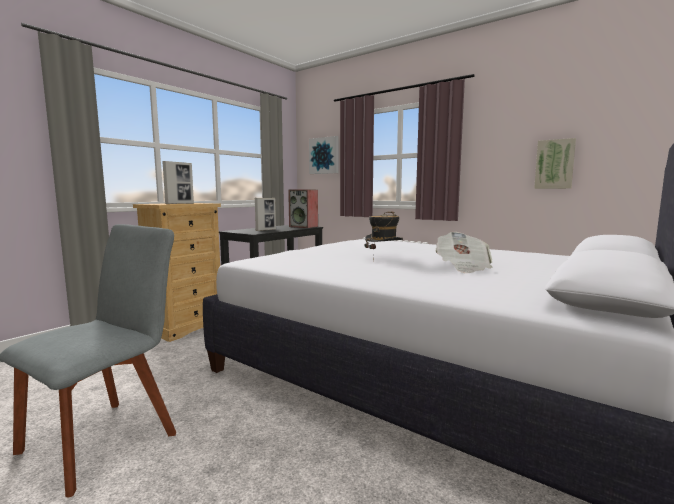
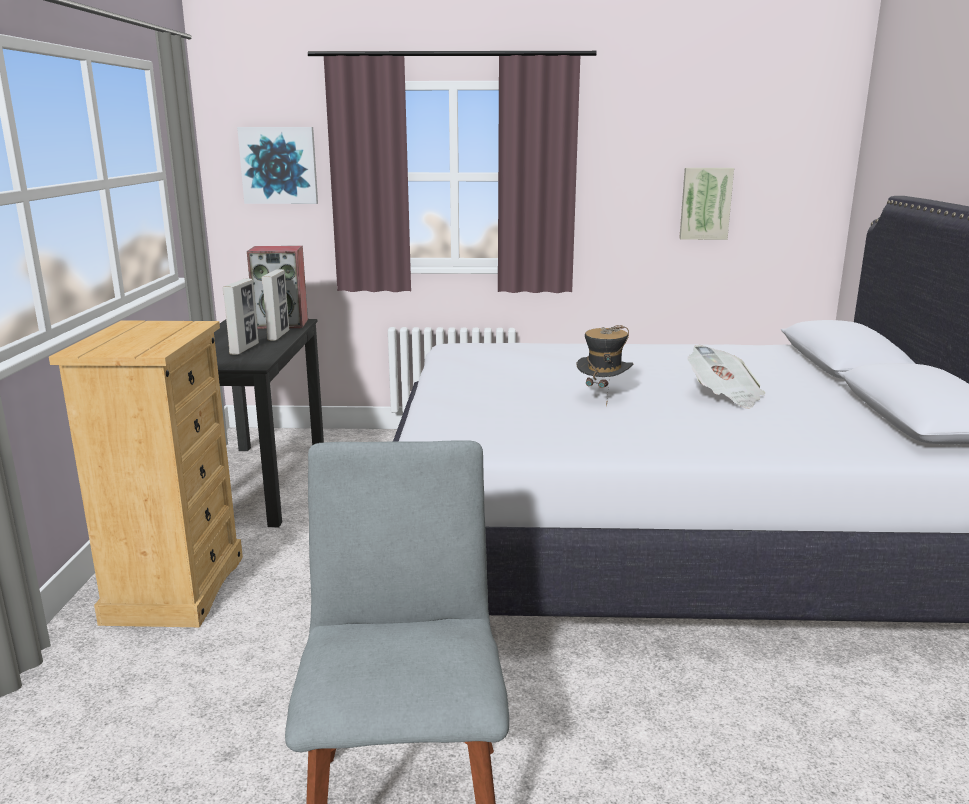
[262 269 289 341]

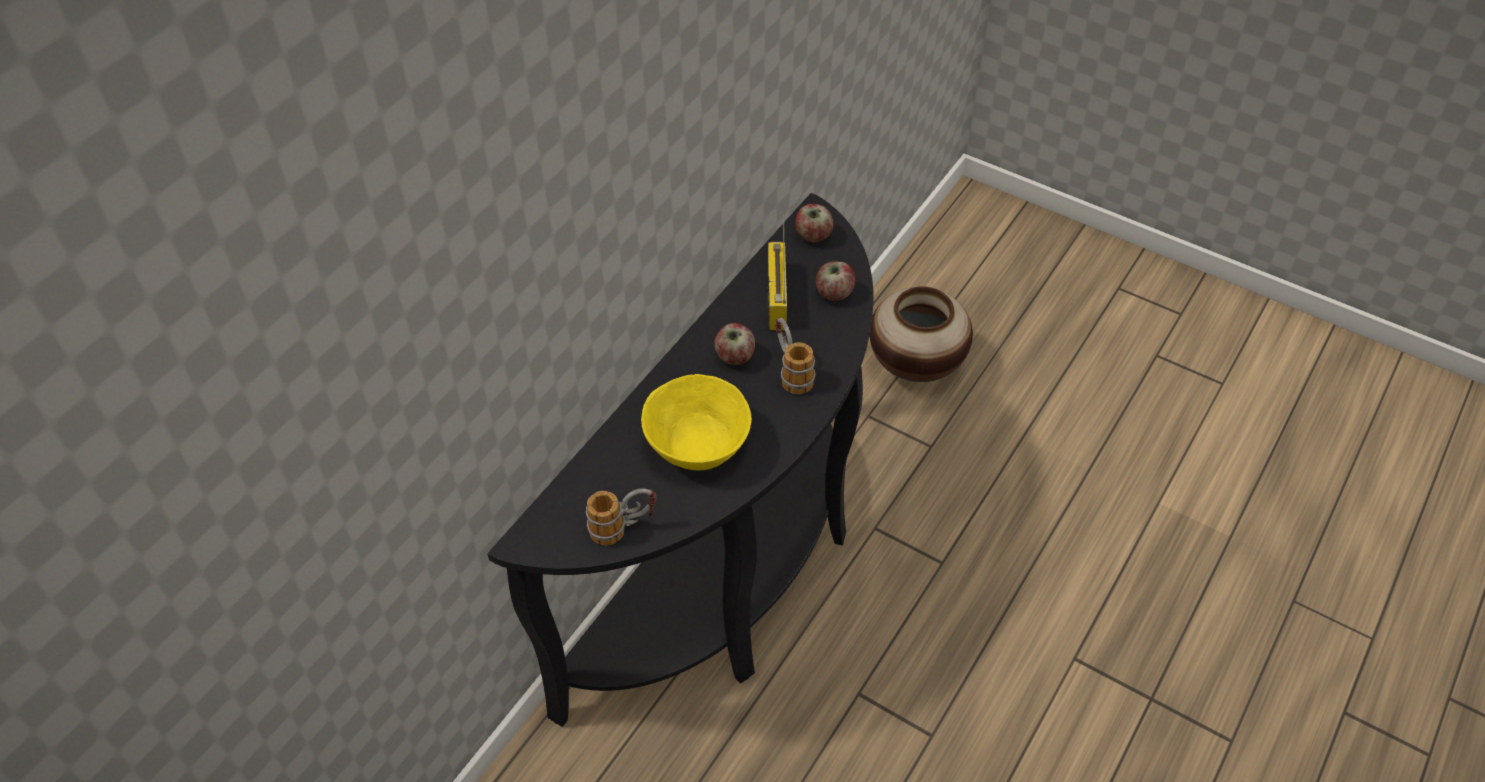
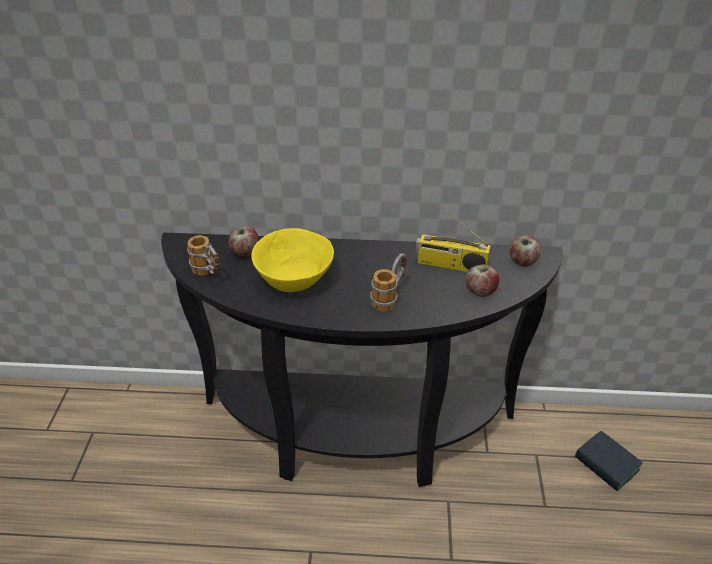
[228 227 259 257]
[415 202 490 272]
[575 431 643 491]

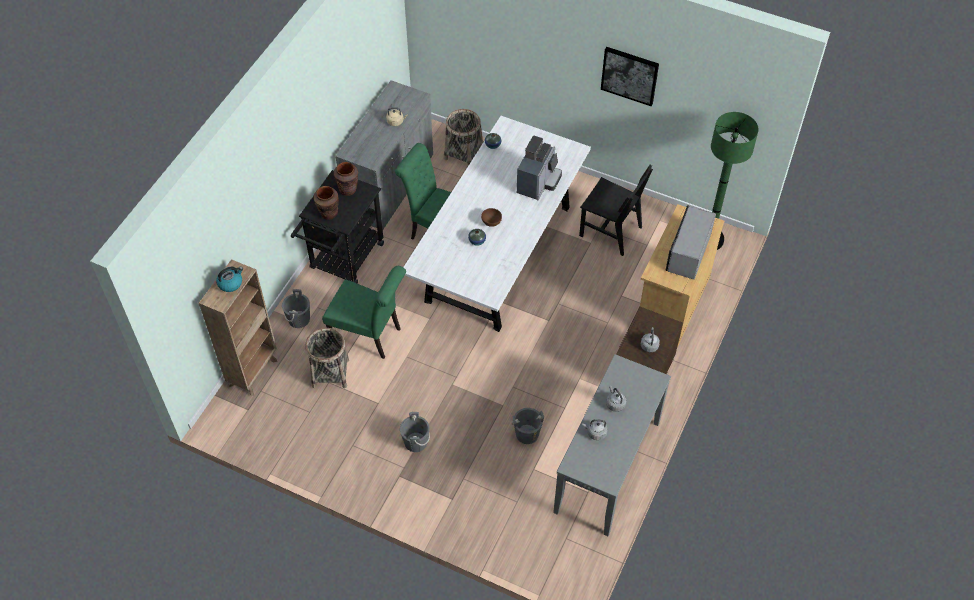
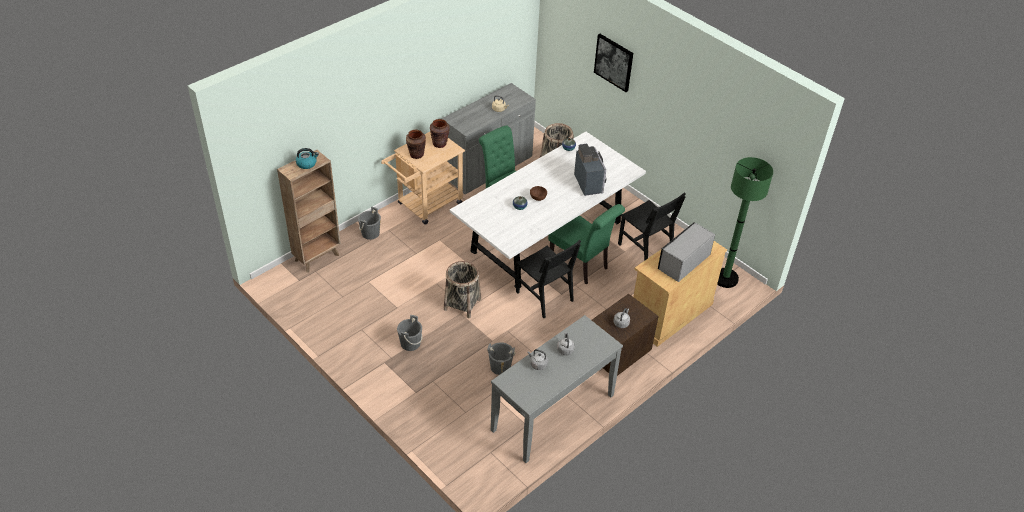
[381 132 465 224]
[444 261 481 318]
[516 240 581 318]
[548 204 625 285]
[574 144 606 196]
[594 34 633 92]

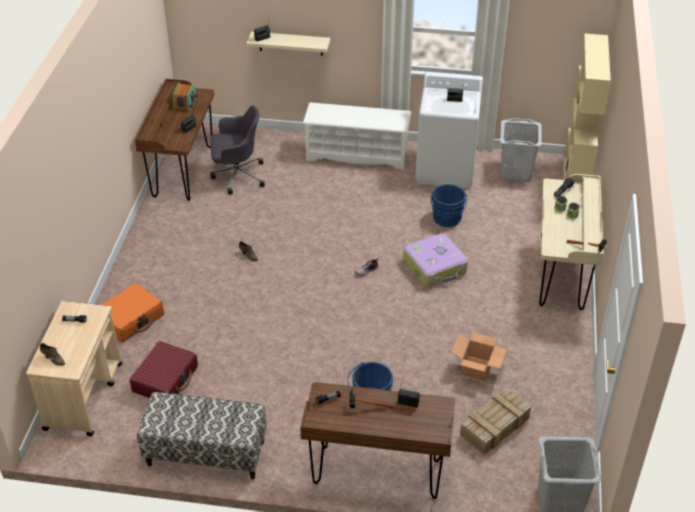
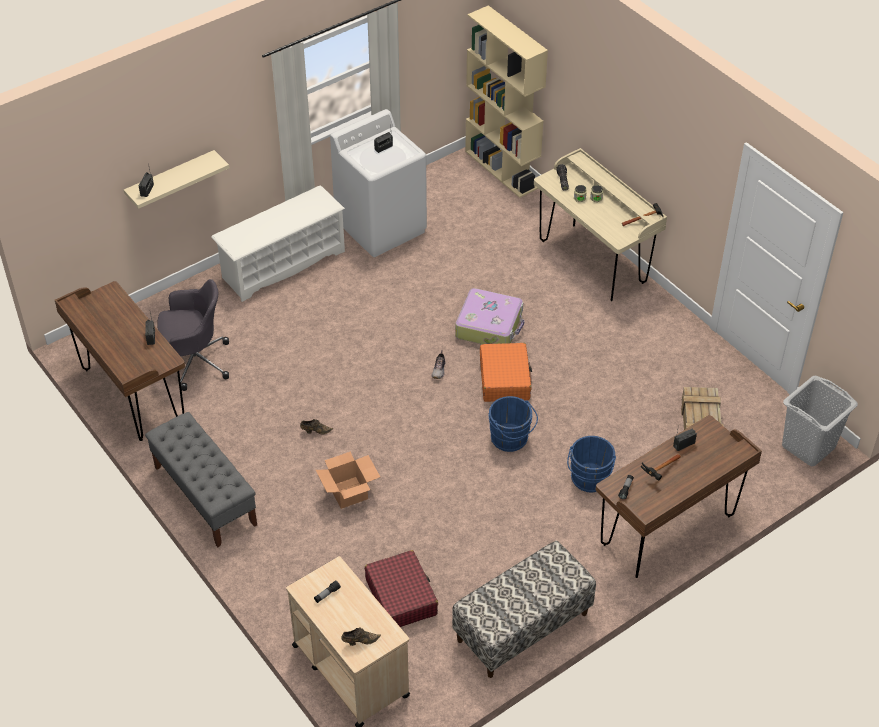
[145 412 257 548]
[158 279 229 391]
[316 451 380 509]
[480 343 532 402]
[488 396 538 452]
[173 82 198 111] (first image)
[500 118 542 182] (first image)

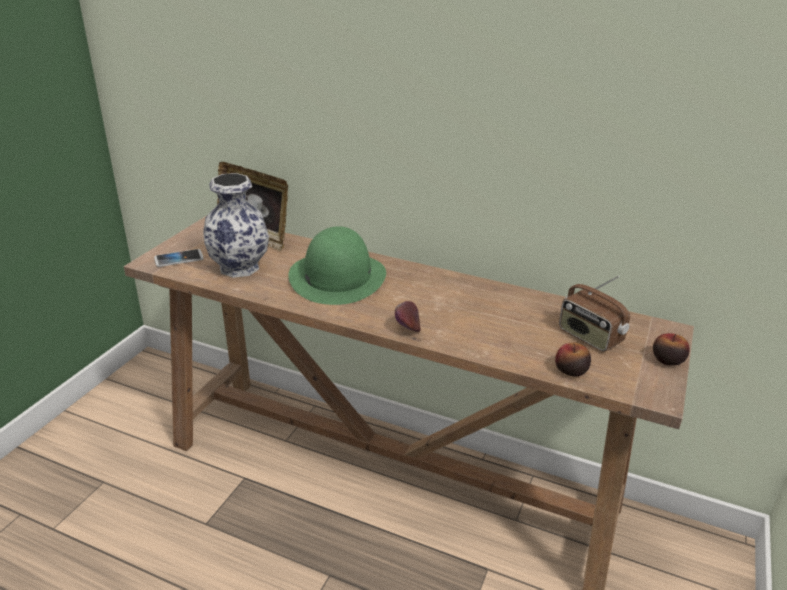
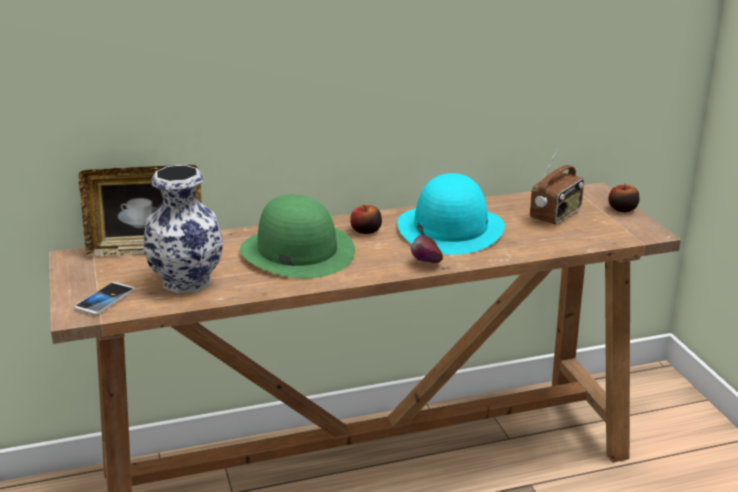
[350 205 382 234]
[398 173 505 254]
[530 147 584 224]

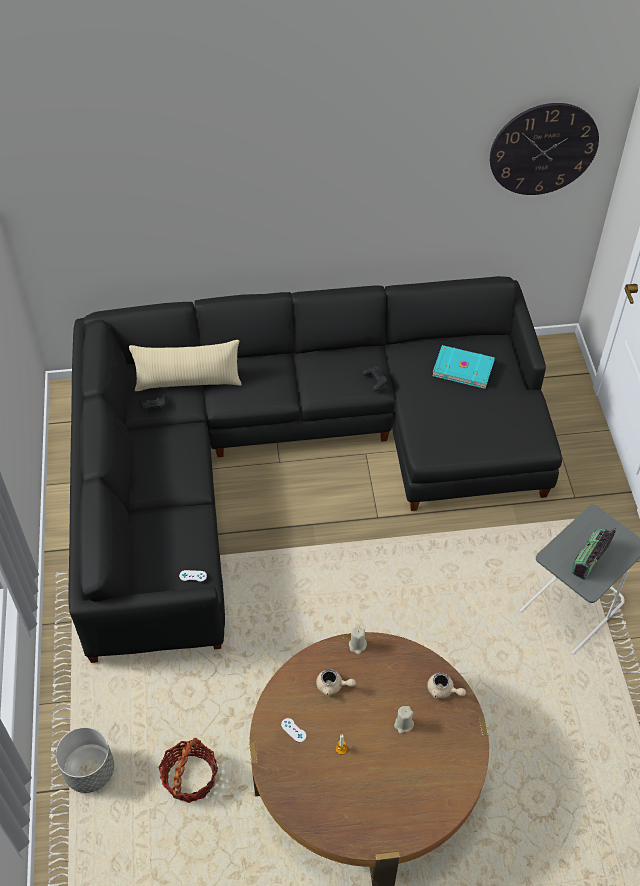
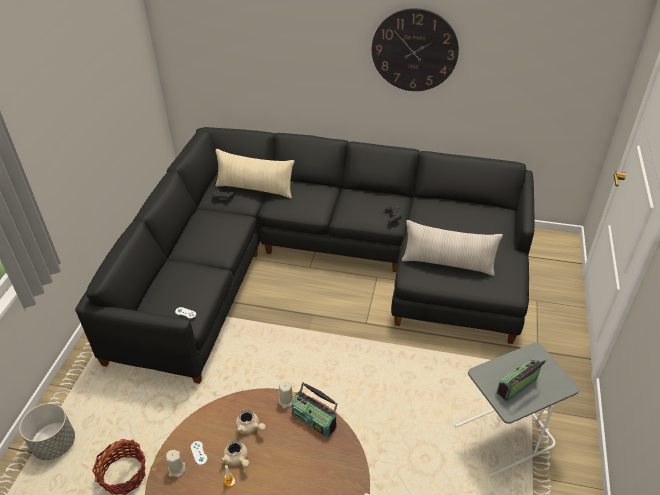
[166 450 186 477]
[220 441 249 467]
[292 382 338 437]
[372 8 459 91]
[402 220 503 276]
[432 345 495 389] (first image)

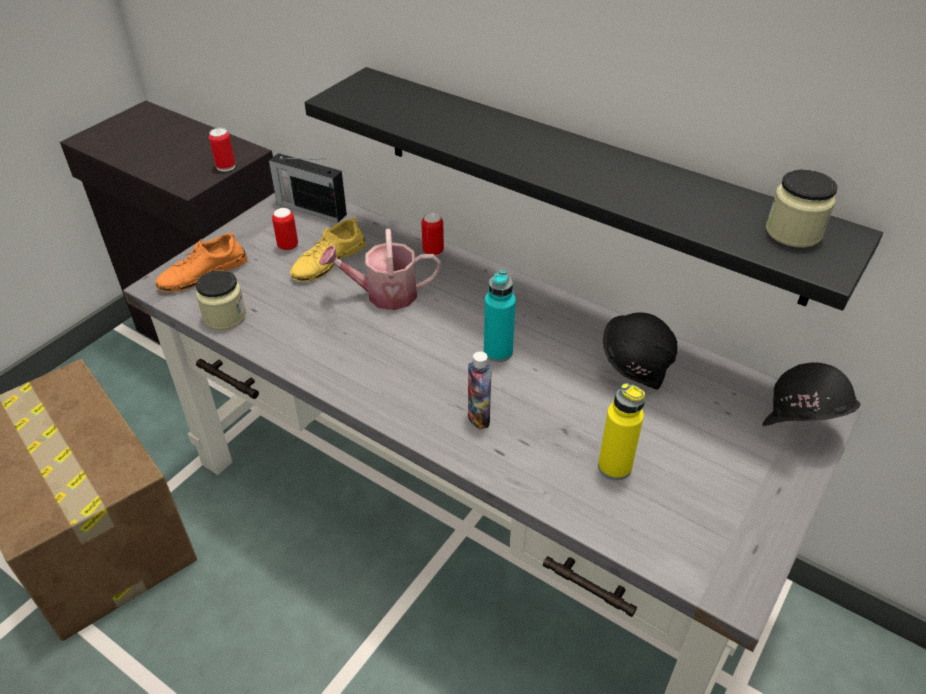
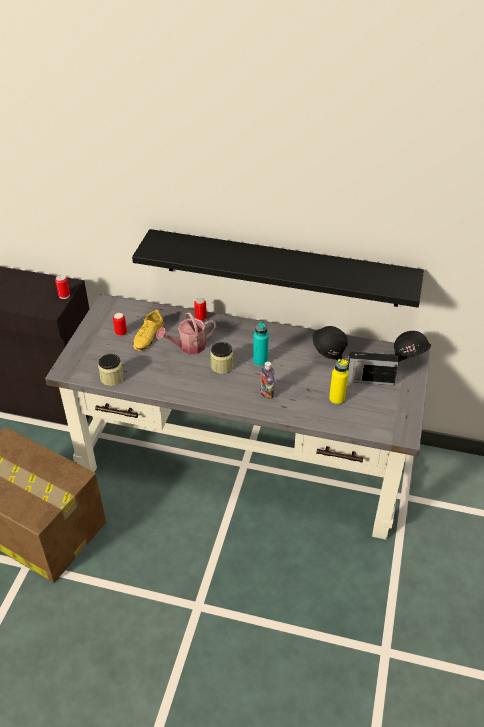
[210 342 233 374]
[347 351 399 385]
[156 232 247 292] (first image)

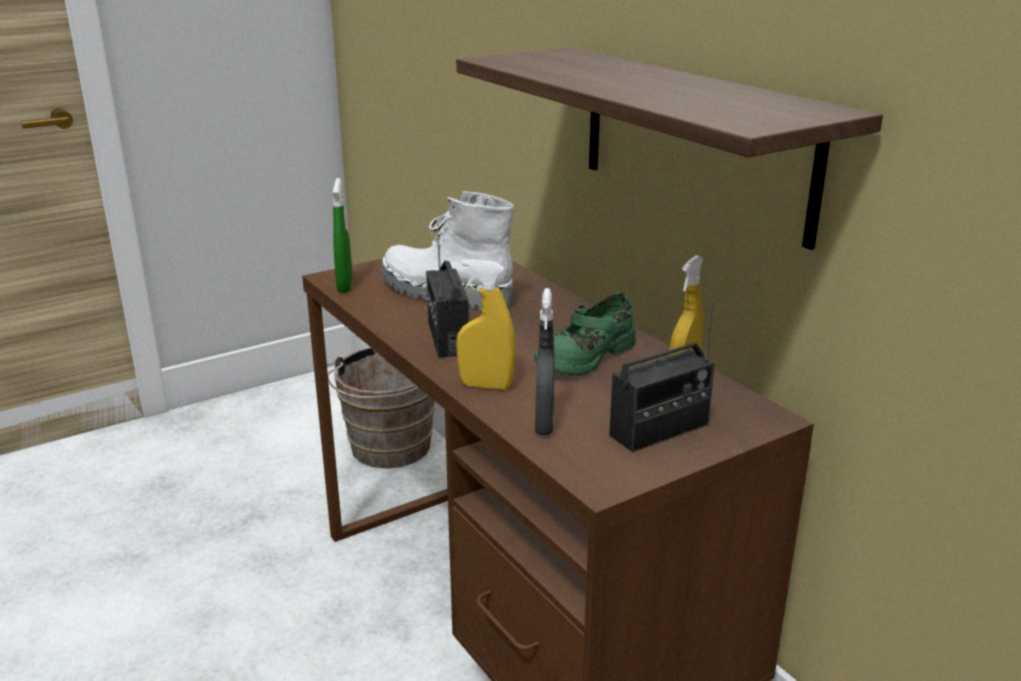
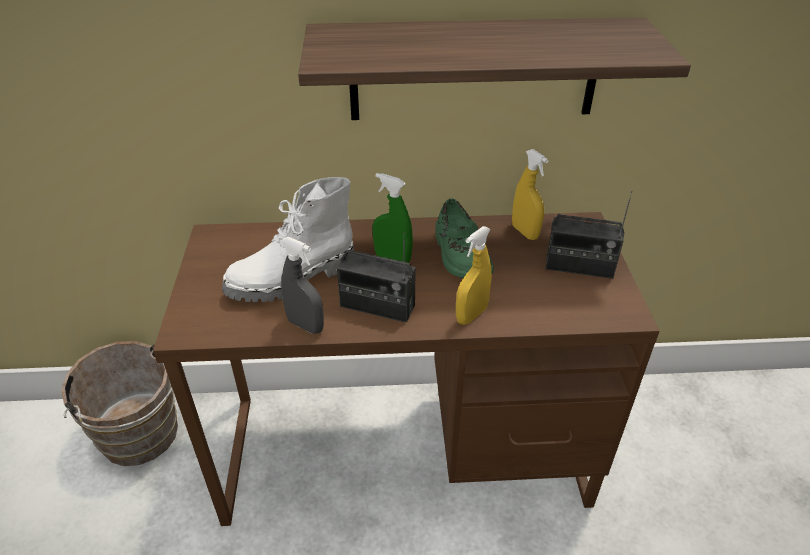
[281 237 324 334]
[372 173 413 263]
[546 191 632 279]

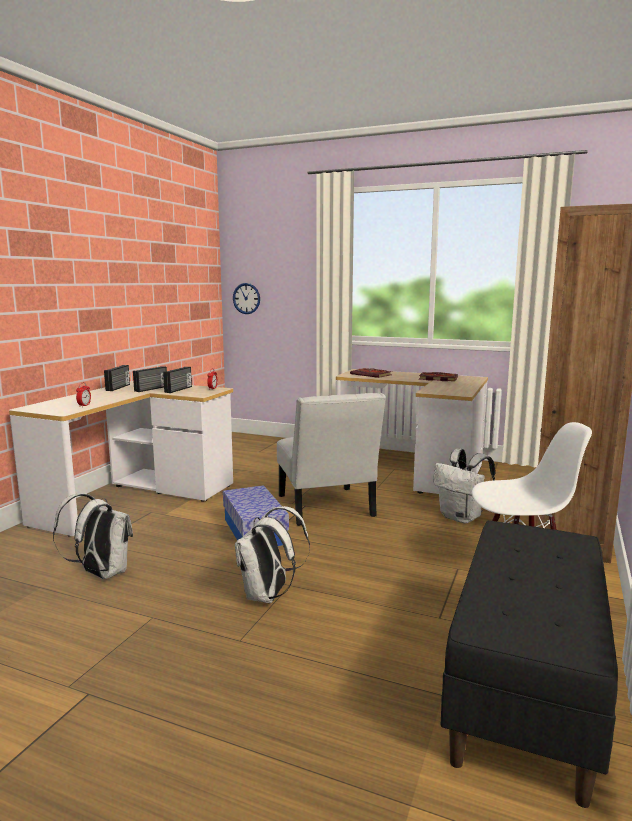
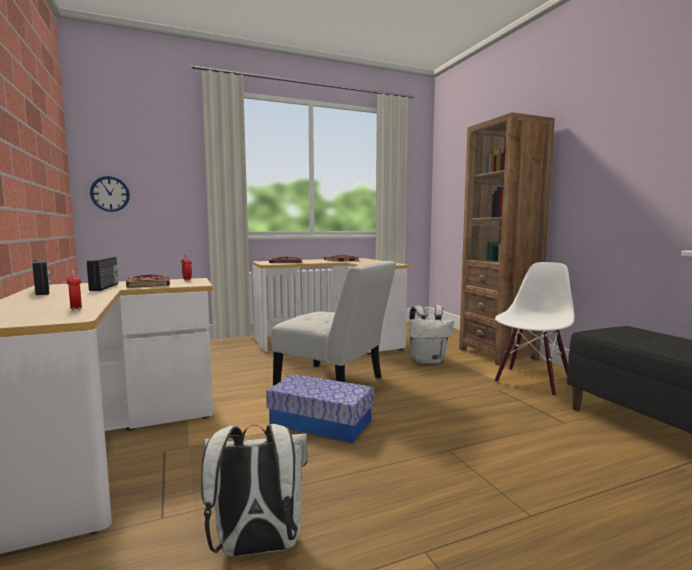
[126 275 170 288]
[235 506 310 603] (first image)

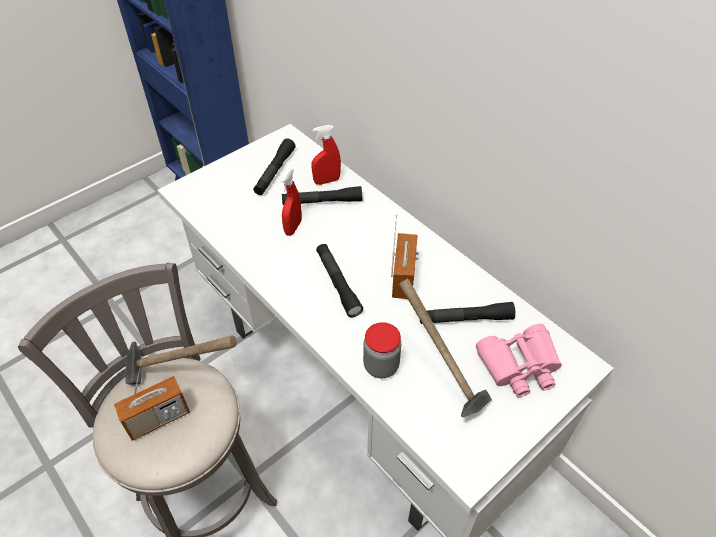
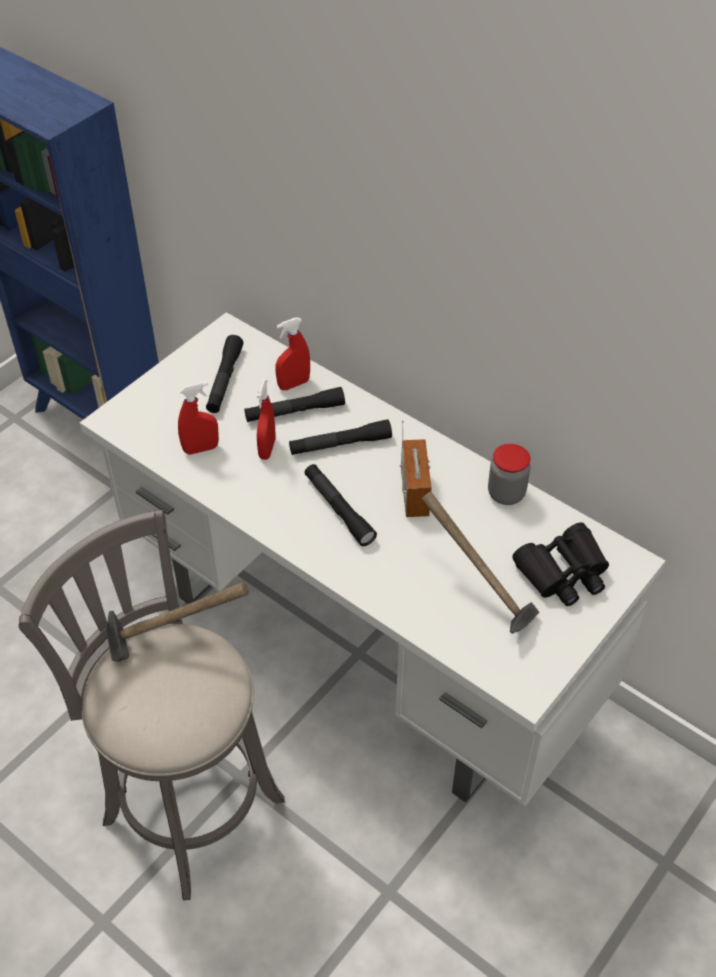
[178 382 219 455]
[289 419 392 455]
[488 444 530 505]
[512 522 609 606]
[114 356 190 441] (first image)

